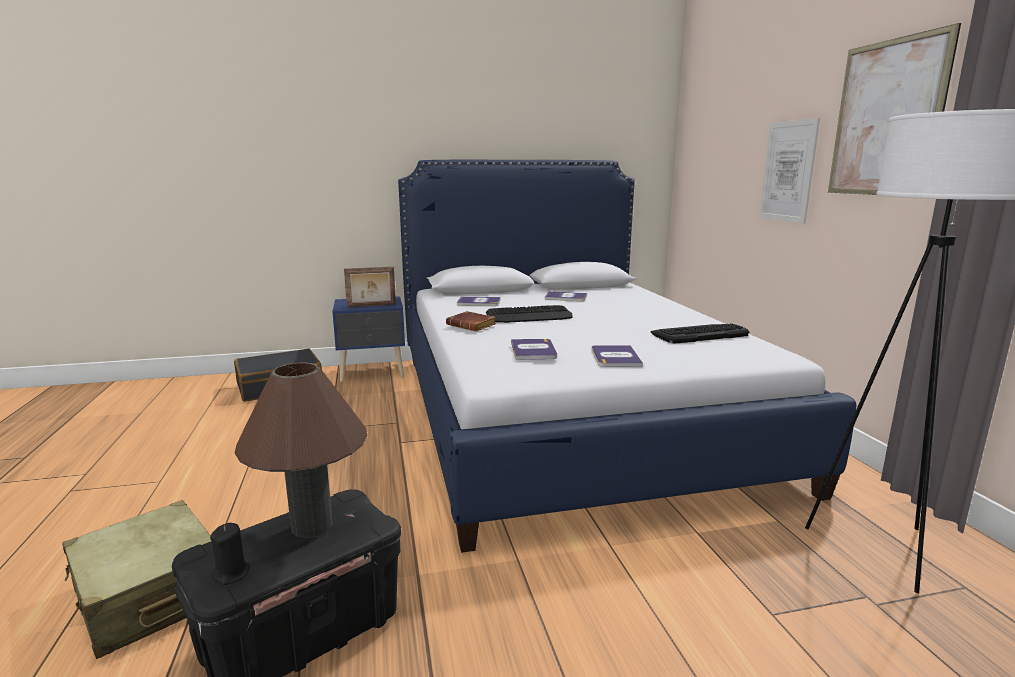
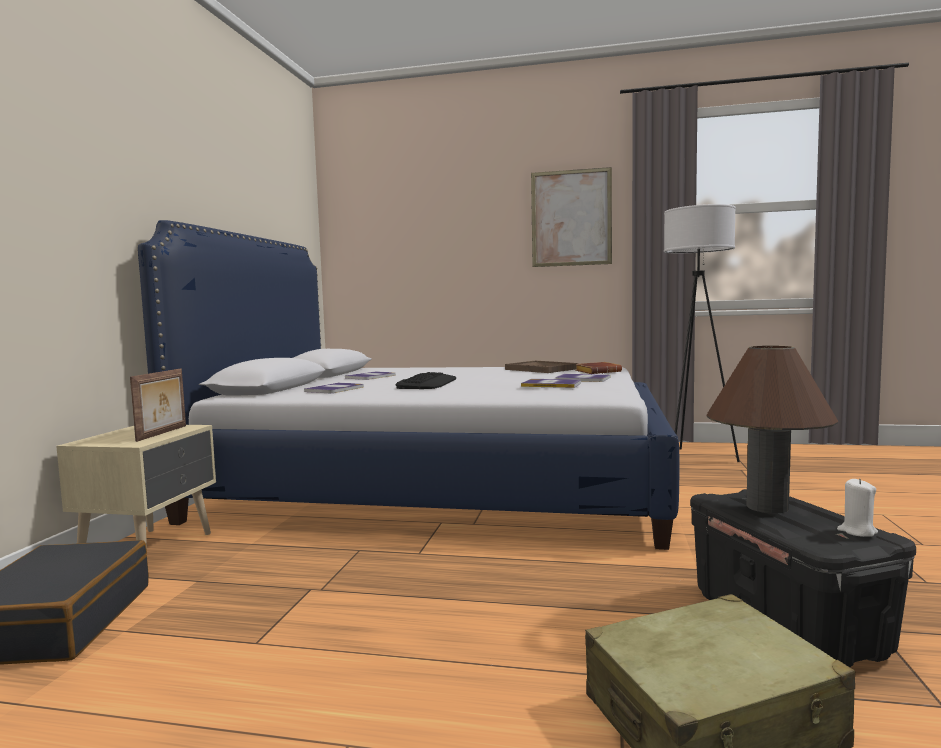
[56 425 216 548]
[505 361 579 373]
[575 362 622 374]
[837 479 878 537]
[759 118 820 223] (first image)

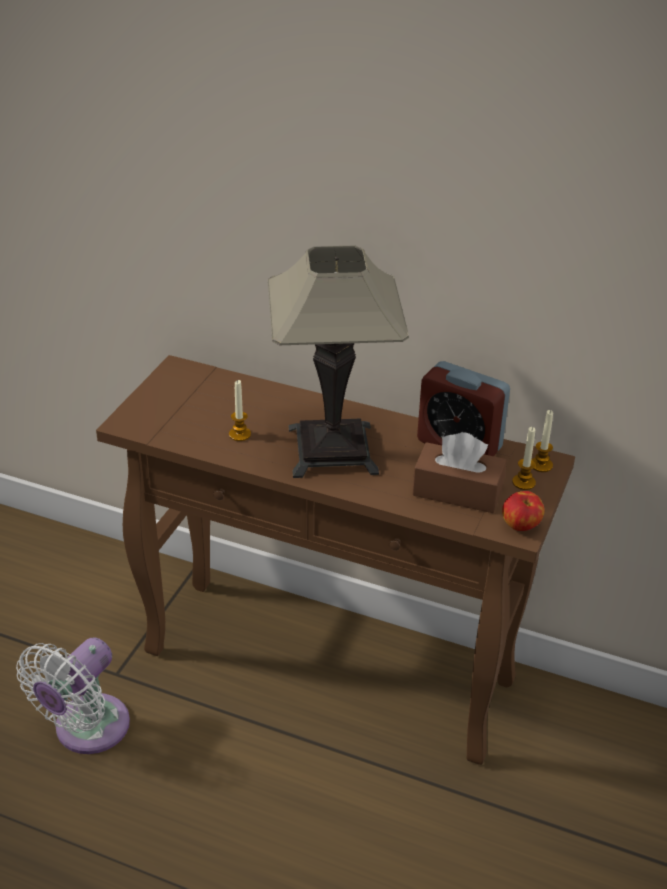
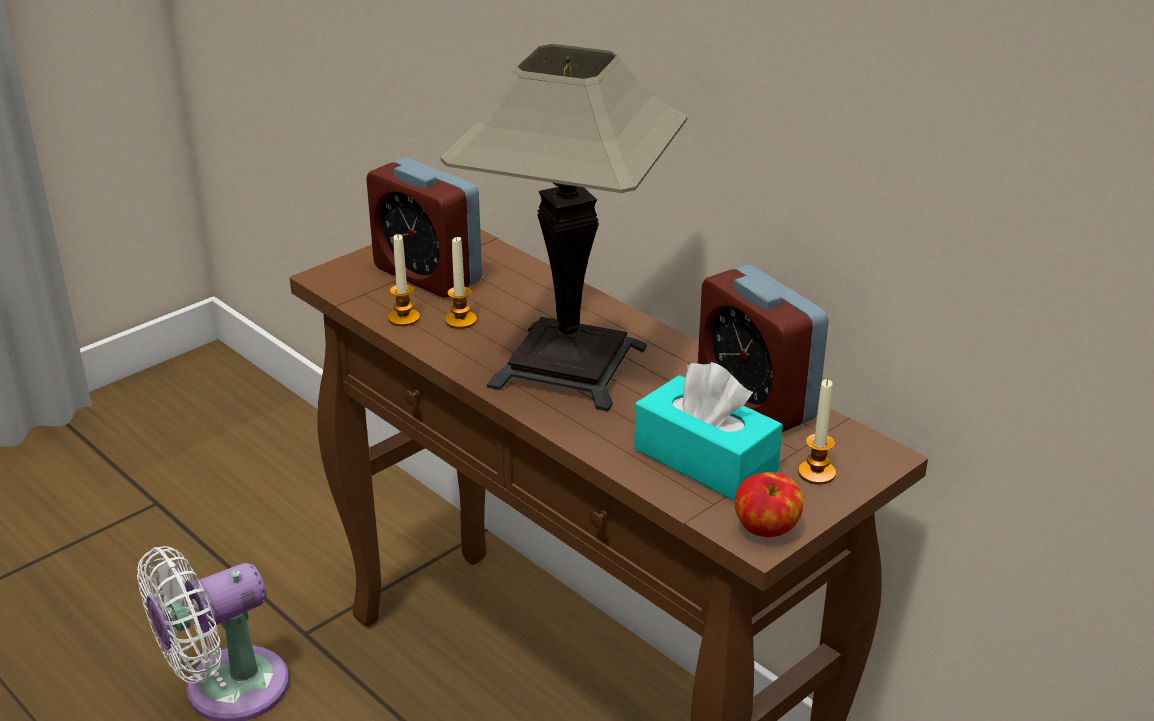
[366 157 482 297]
[388 234 420 326]
[634 362 783 501]

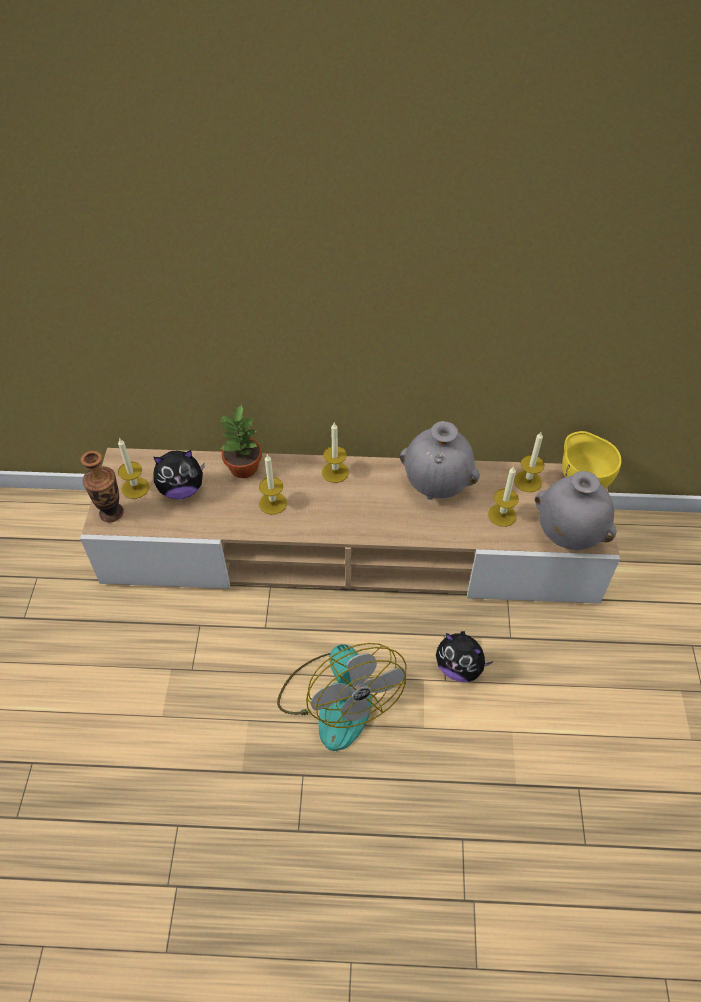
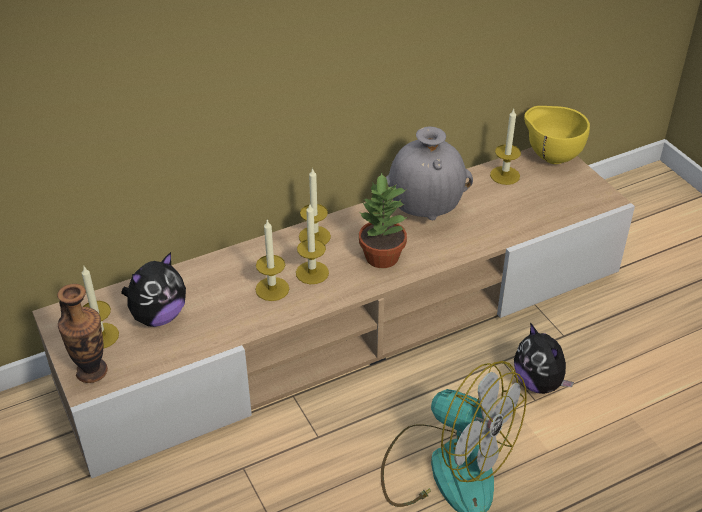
[296 204 329 284]
[359 172 408 268]
[514 323 574 394]
[534 471 617 550] (first image)

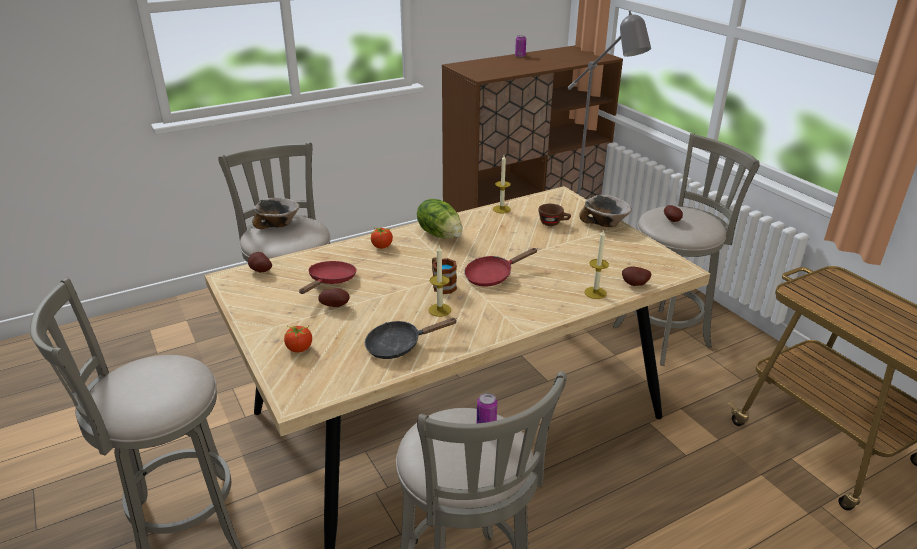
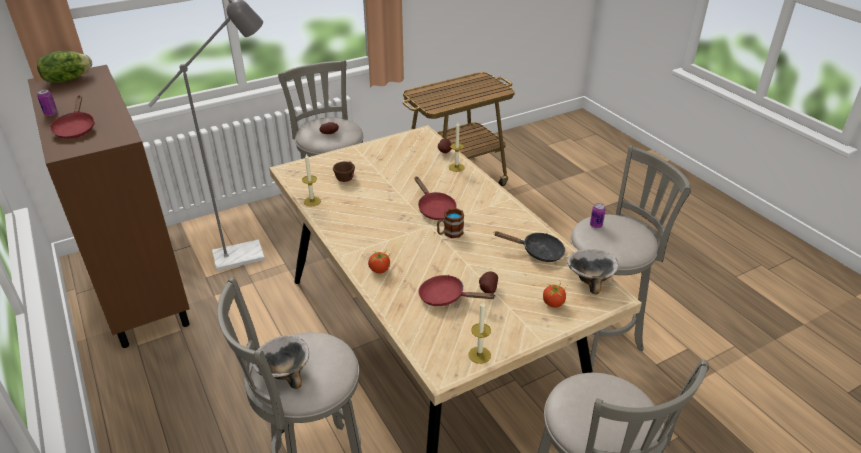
[37 51 92 83]
[50 95 95 139]
[468 301 491 364]
[494 231 565 262]
[567 249 619 295]
[248 252 272 272] (first image)

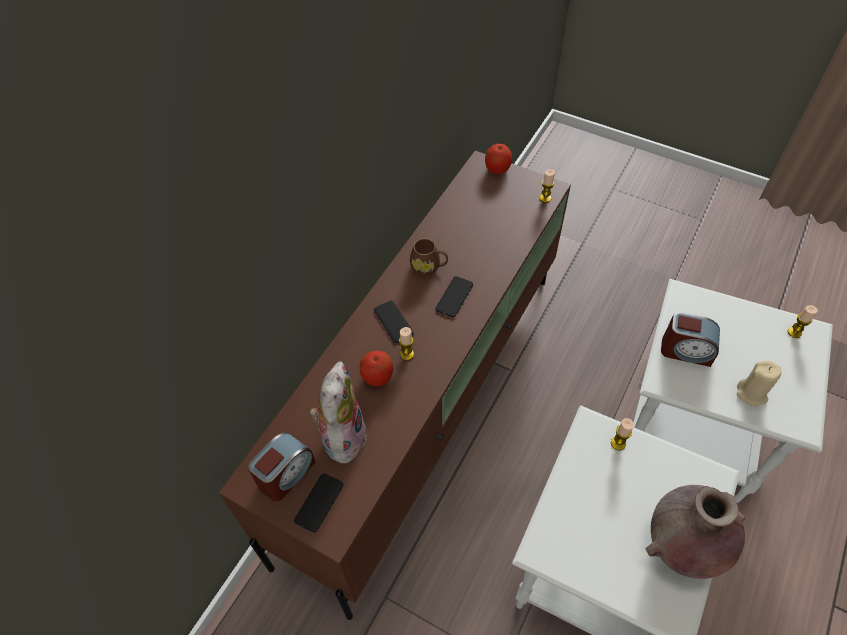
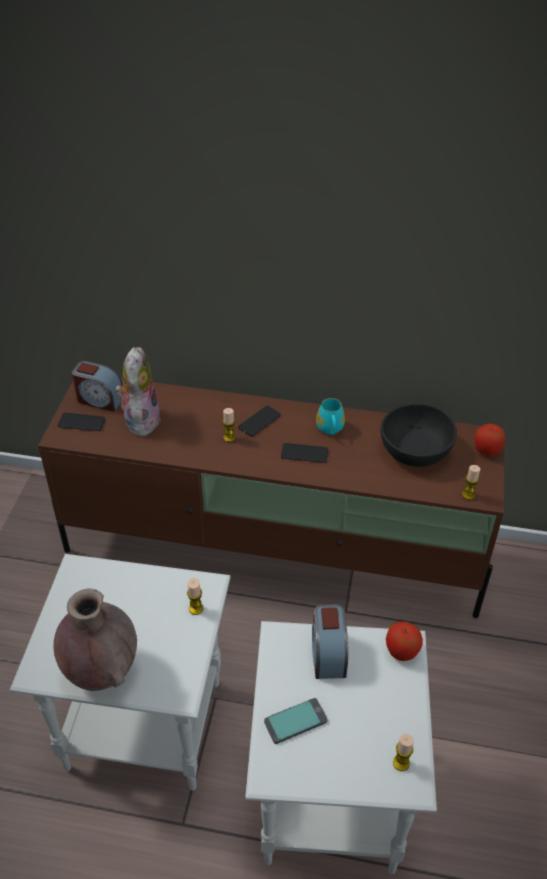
[115 347 160 437]
[264 698 327 744]
[316 398 345 435]
[381 403 457 467]
[386 622 423 661]

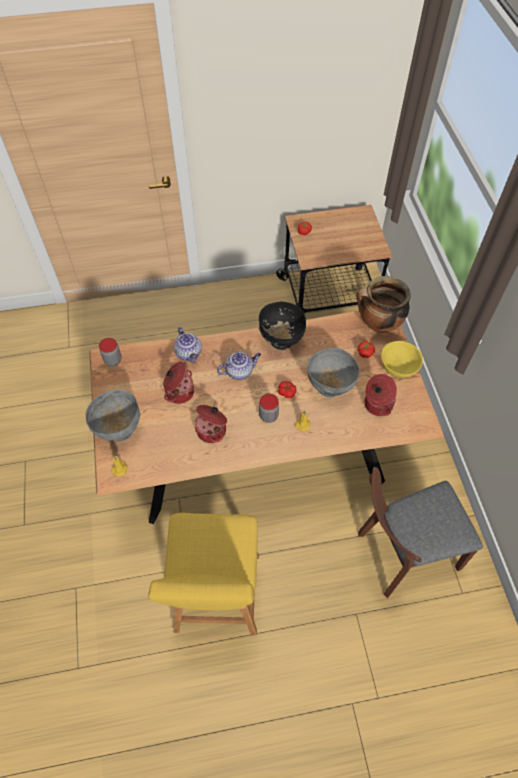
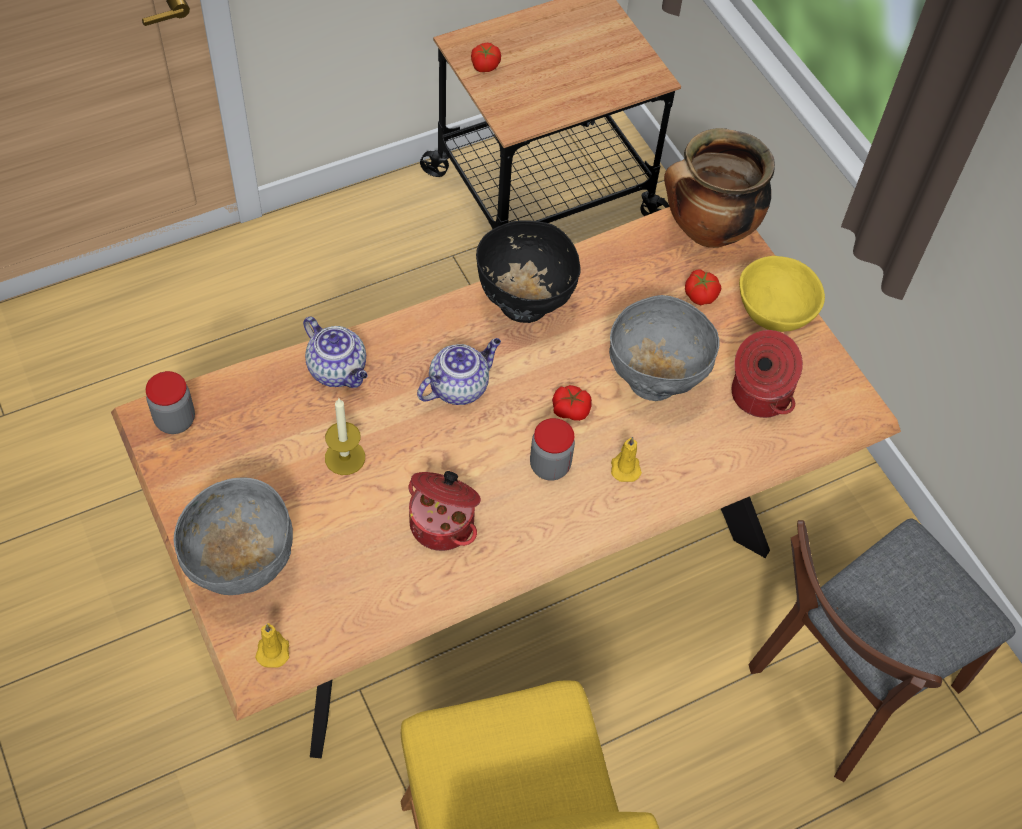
[325 398 365 475]

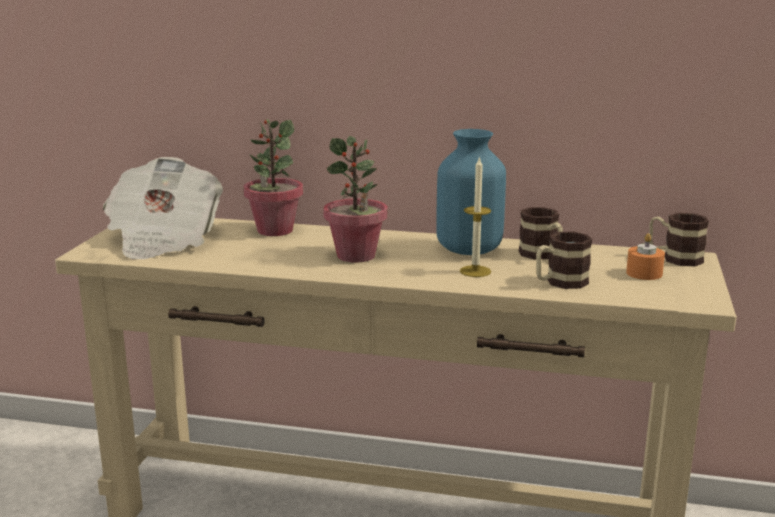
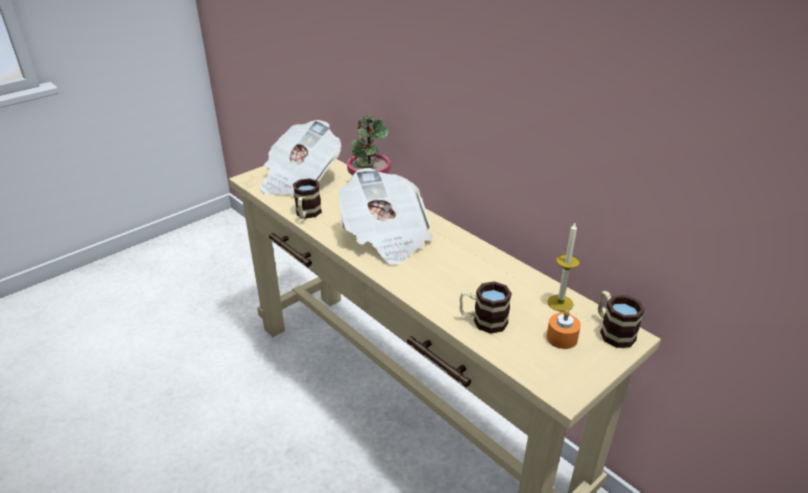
[293 178 322 219]
[338 168 433 265]
[547 223 580 312]
[436 129 506 255] (first image)

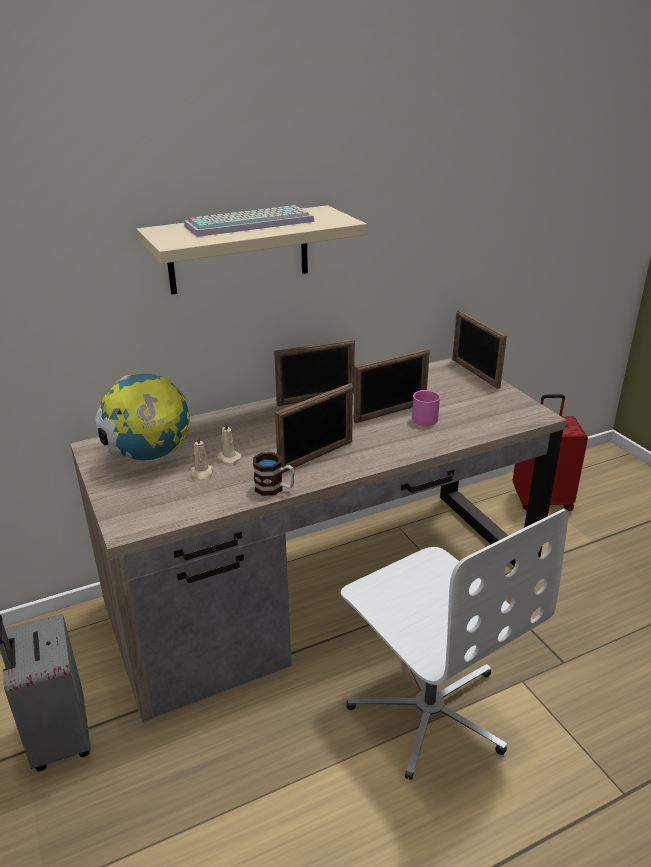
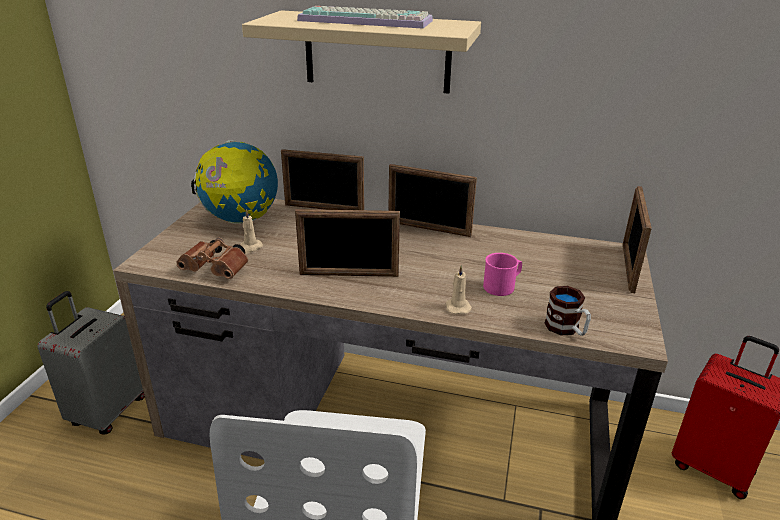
[177 237 248 279]
[281 149 364 210]
[445 265 472 314]
[545 286 591 336]

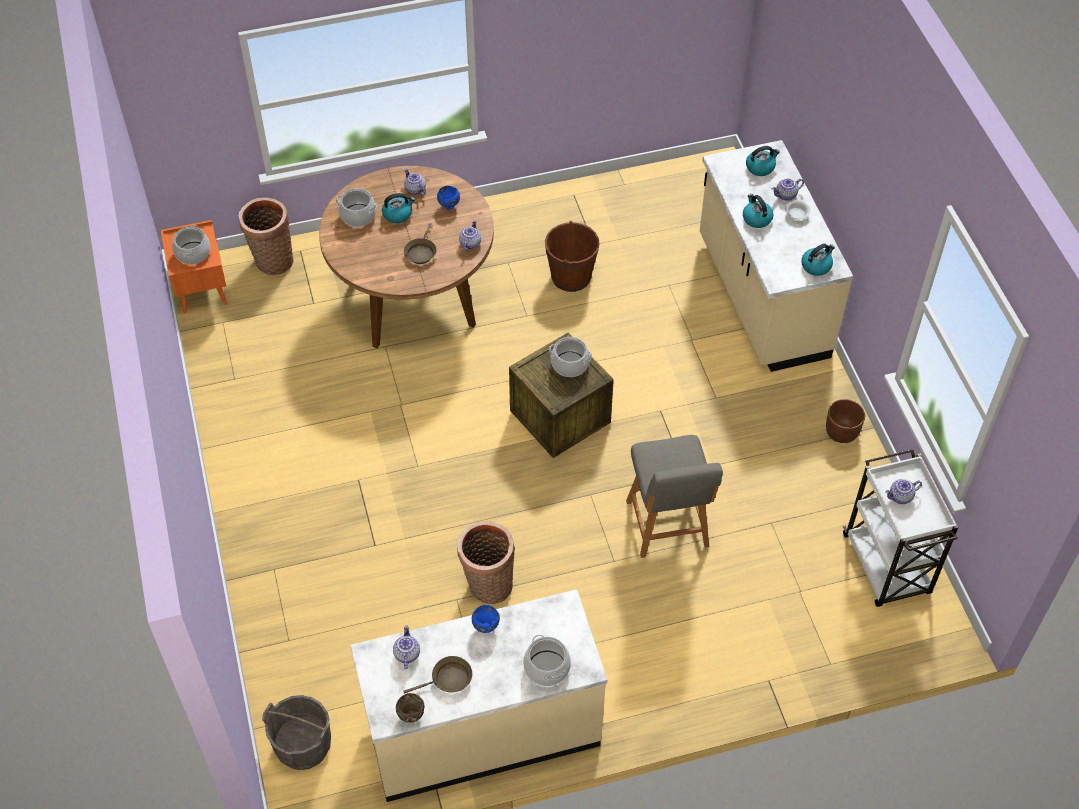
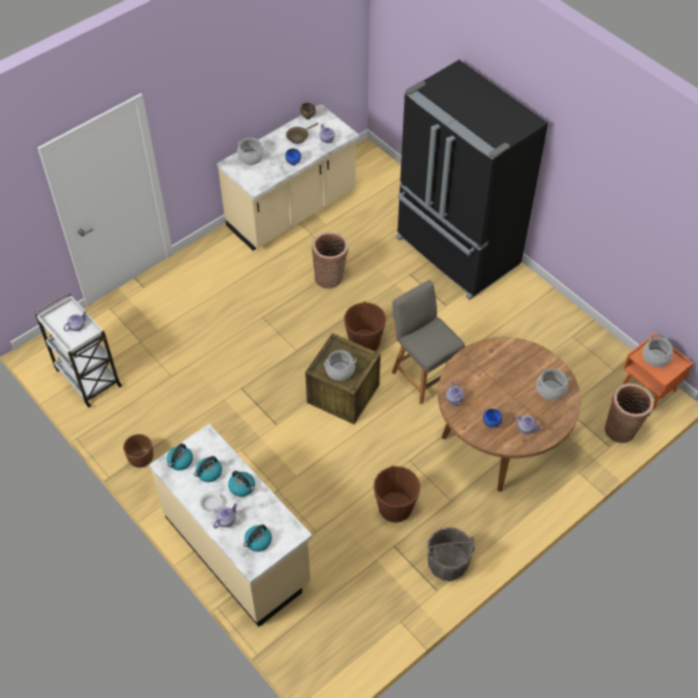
[194 456 222 482]
[344 301 386 351]
[392 280 465 404]
[396 60 548 300]
[427 527 475 581]
[404 223 437 264] (first image)

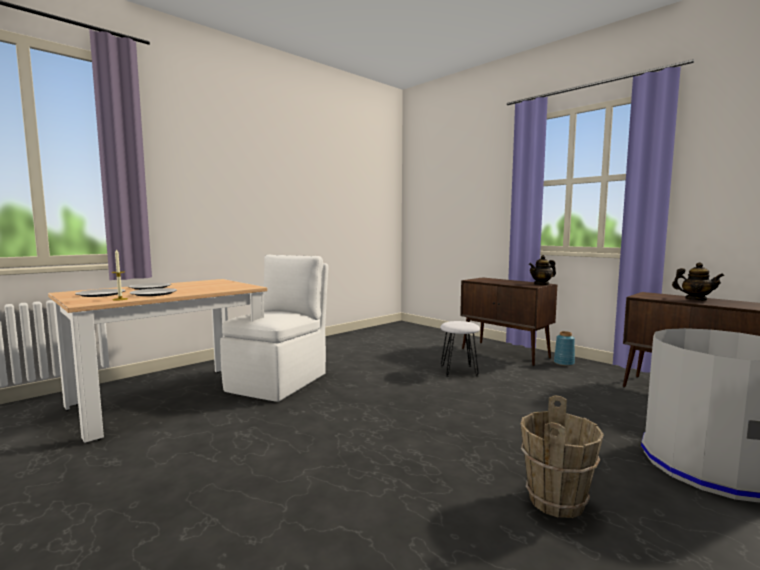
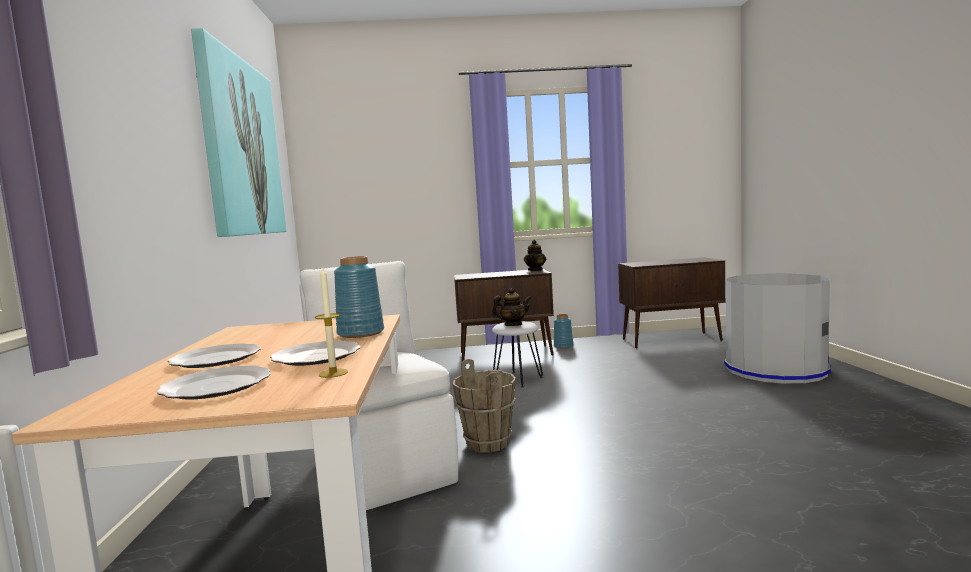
[191 28 287 237]
[334 256 384 338]
[452 359 516 453]
[492 288 531 326]

